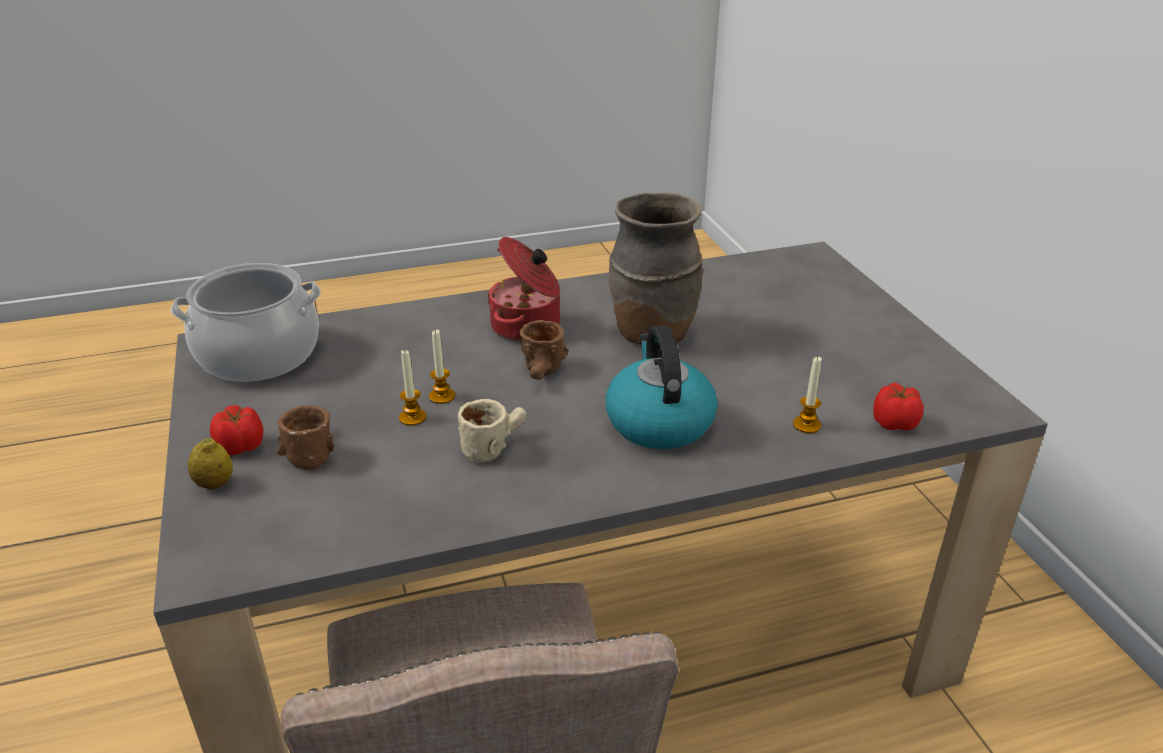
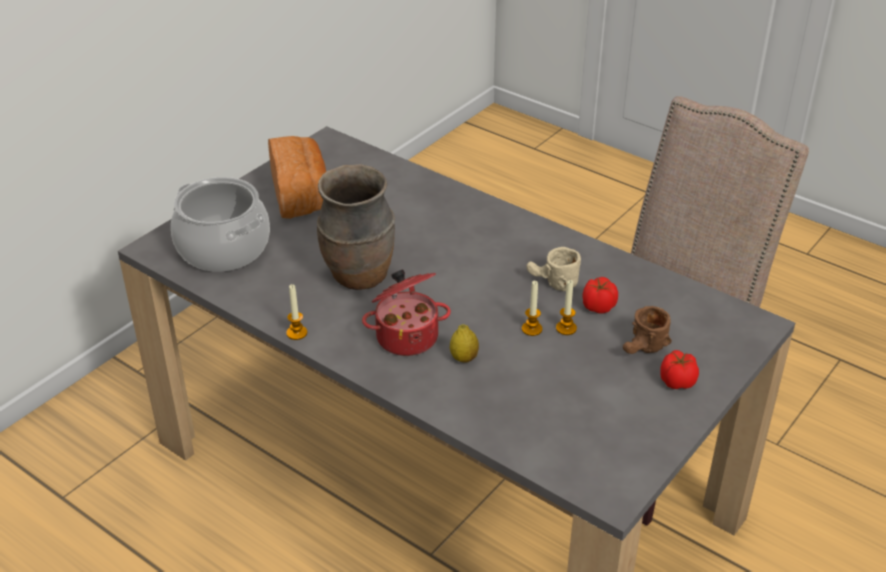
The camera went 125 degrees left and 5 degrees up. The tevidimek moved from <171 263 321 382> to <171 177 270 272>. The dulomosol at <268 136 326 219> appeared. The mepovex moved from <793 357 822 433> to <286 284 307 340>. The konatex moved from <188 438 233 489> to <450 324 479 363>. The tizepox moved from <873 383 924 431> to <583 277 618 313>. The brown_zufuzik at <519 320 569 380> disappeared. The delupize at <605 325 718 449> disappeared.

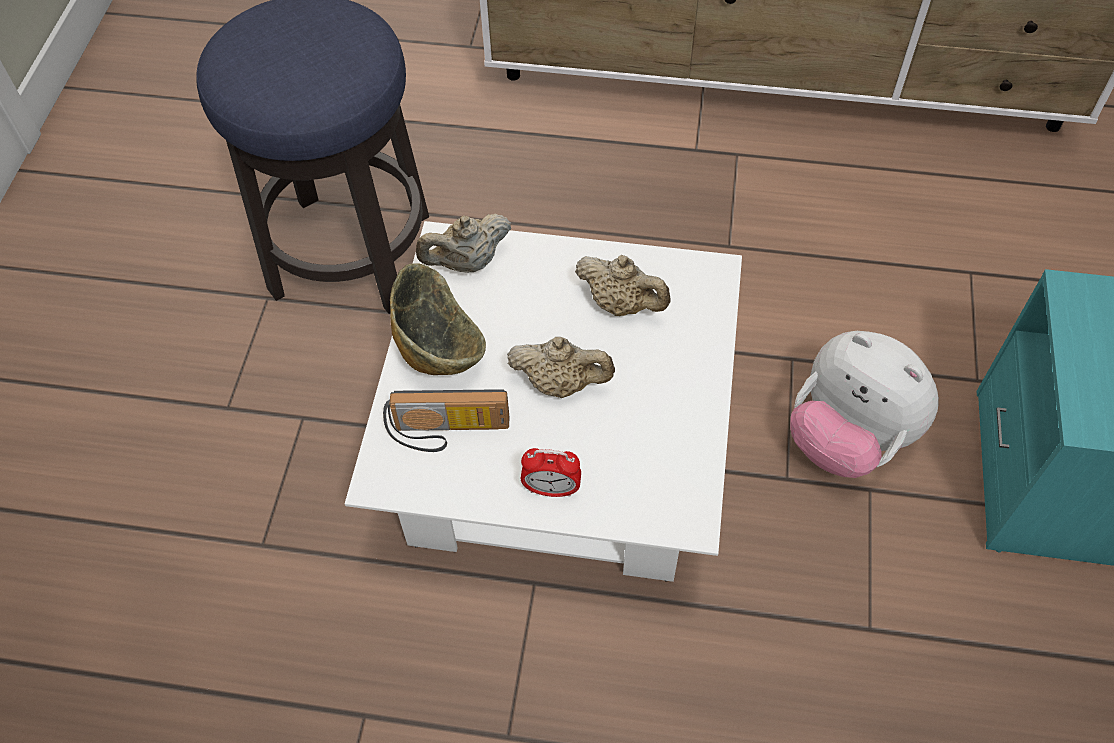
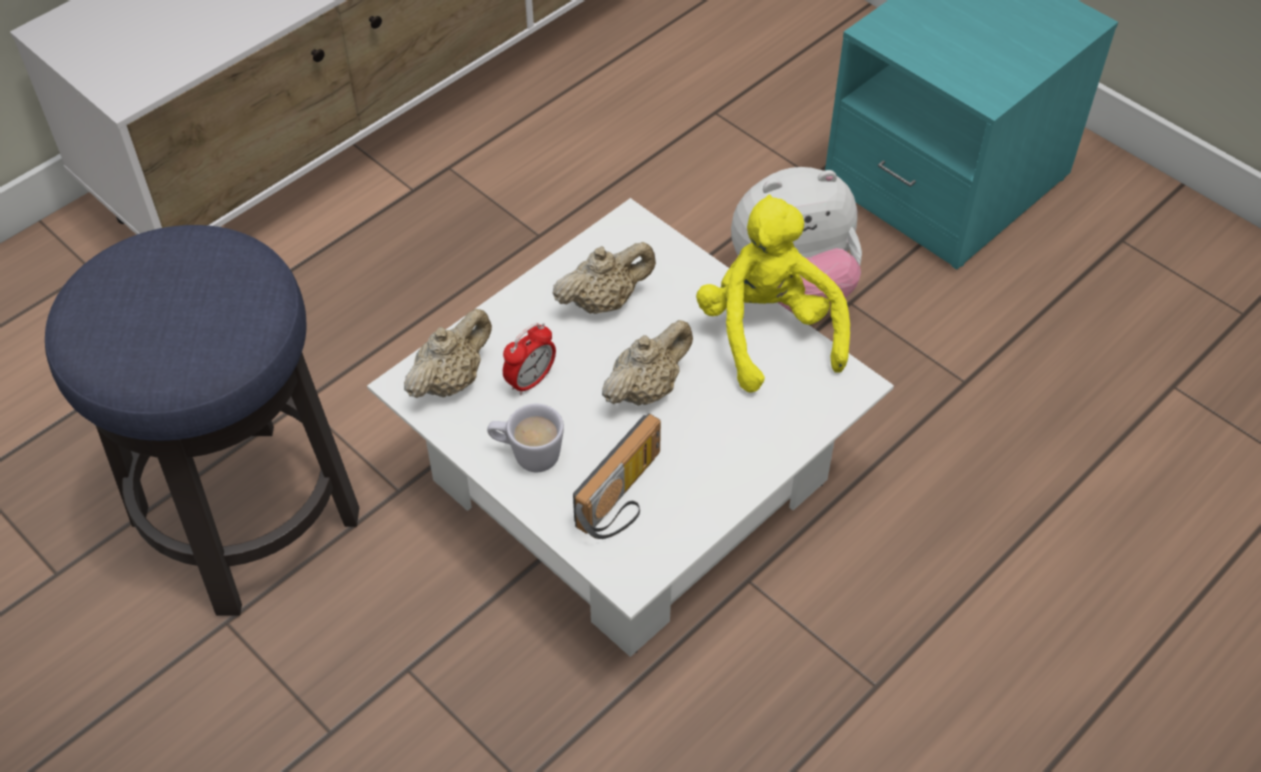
The camera went 55 degrees left and 5 degrees down. The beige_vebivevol at <416 213 511 272> turned 150 degrees counterclockwise. The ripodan at <390 264 486 375> was replaced by the white_zufuzik at <487 403 564 472>. The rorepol moved from <521 448 581 497> to <503 323 556 396>. The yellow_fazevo at <696 194 850 393> appeared.

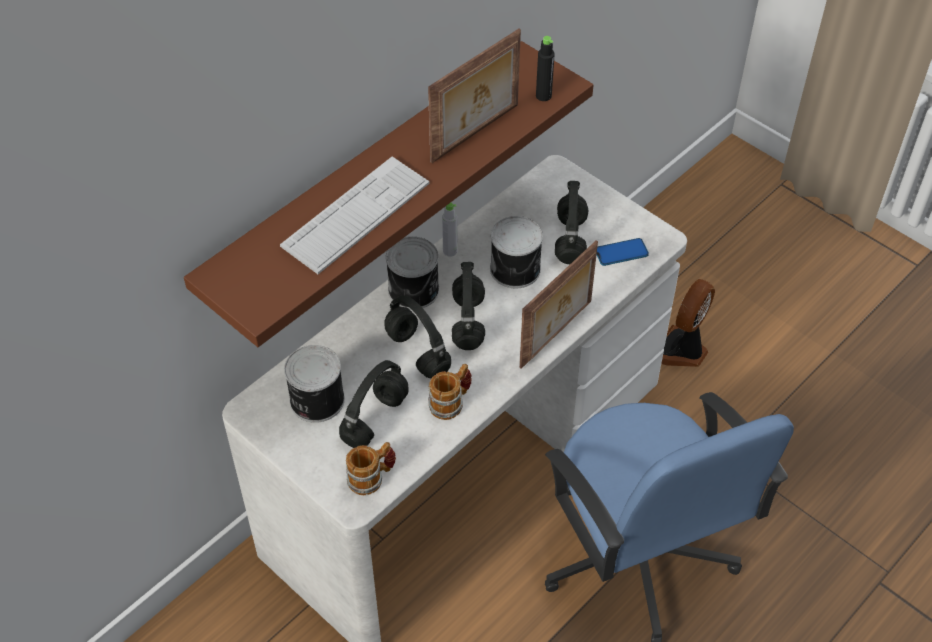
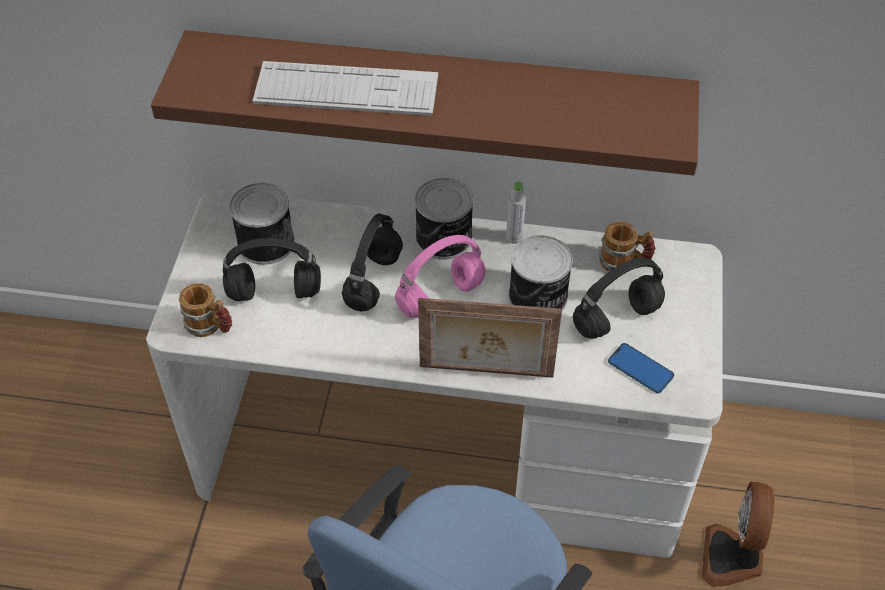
The camera went 55 degrees right and 0 degrees up. The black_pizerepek at <452 262 485 350> became the pink_pizerepek at <395 235 486 318>. The zufuzik moved from <428 364 472 420> to <598 222 655 271>. The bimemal at <661 279 715 367> turned 75 degrees counterclockwise. The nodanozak at <428 29 521 163> disappeared. The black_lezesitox at <536 36 555 101> disappeared.

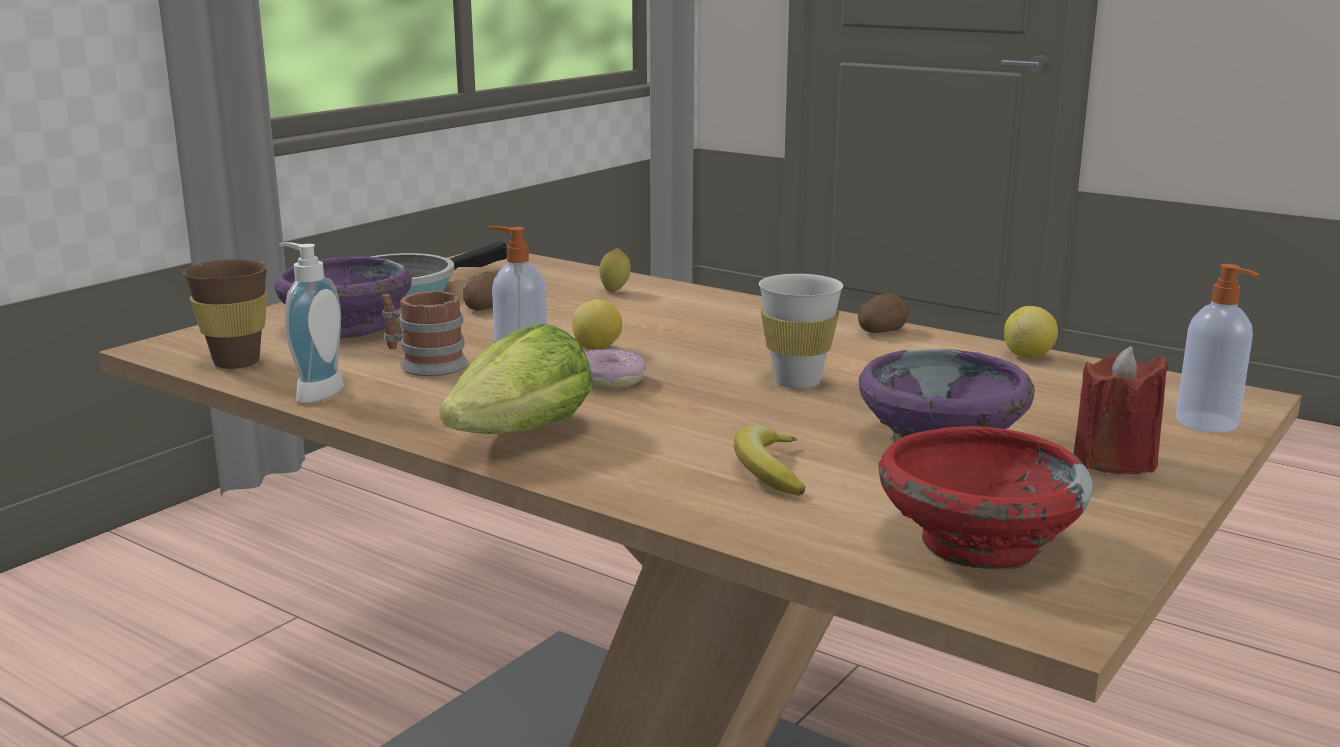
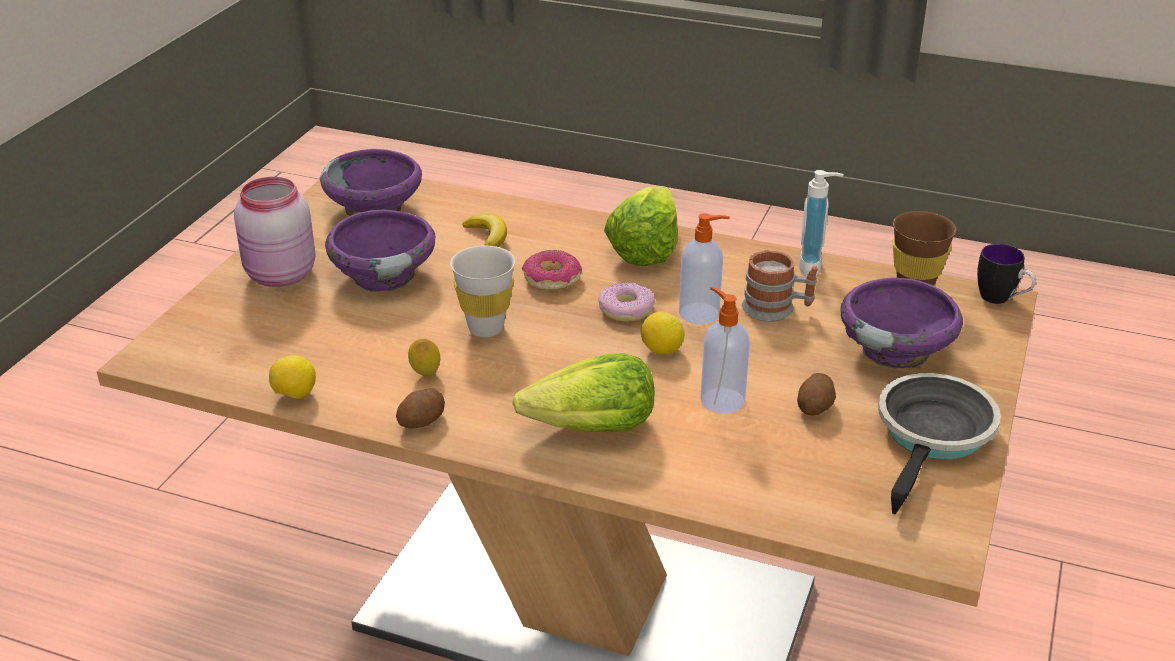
The camera went 165 degrees right and 15 degrees up. The red_mepovex at <1074 346 1168 475> was replaced by the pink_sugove at <234 177 315 287>. The red_ripodan at <878 426 1093 570> became the purple_ripodan at <320 149 422 216>. The konatex moved from <599 248 631 292> to <408 339 440 377>. The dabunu at <512 353 655 432> appeared. The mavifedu at <522 250 582 290> appeared. The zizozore moved from <1176 264 1260 433> to <700 287 750 414>. The zufuzik at <977 244 1036 304> appeared.

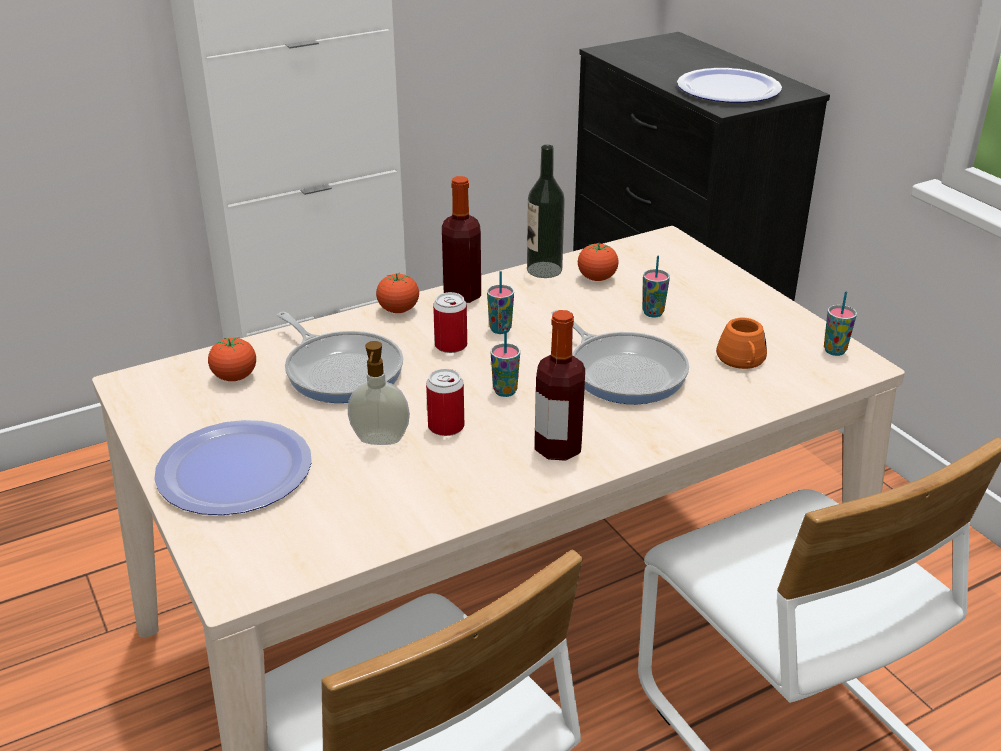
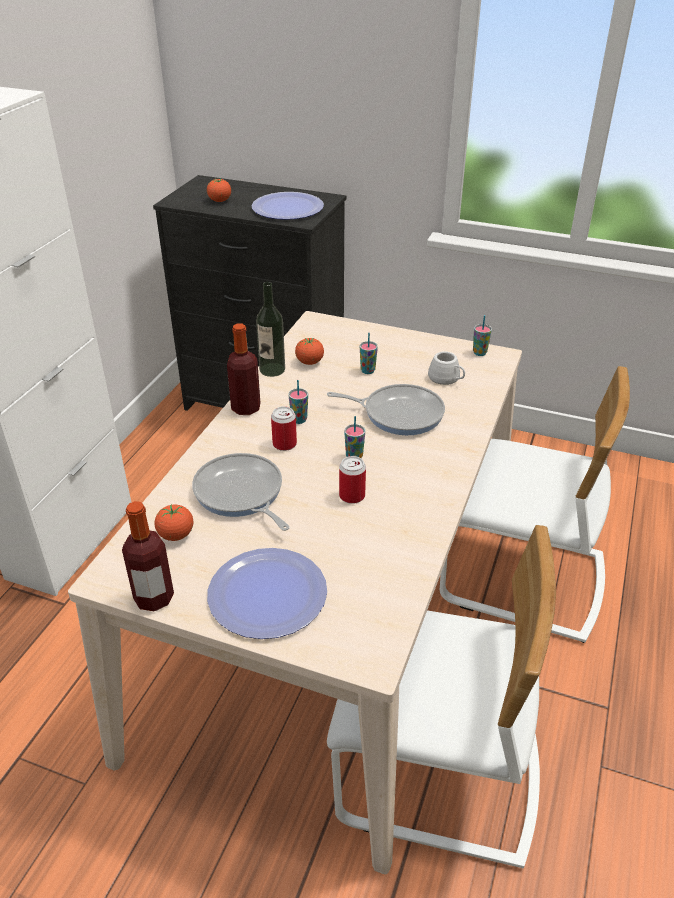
The camera went 40 degrees left and 5 degrees up. The lezesitox moved from <535 310 585 461> to <122 501 174 612>. The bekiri at <277 312 403 403> turned 135 degrees counterclockwise. The tizepox moved from <376 273 419 313> to <207 179 231 202>. The orange_zufuzik at <716 318 767 369> became the white_zufuzik at <428 351 465 385>. The zizozore at <348 341 410 445> disappeared.

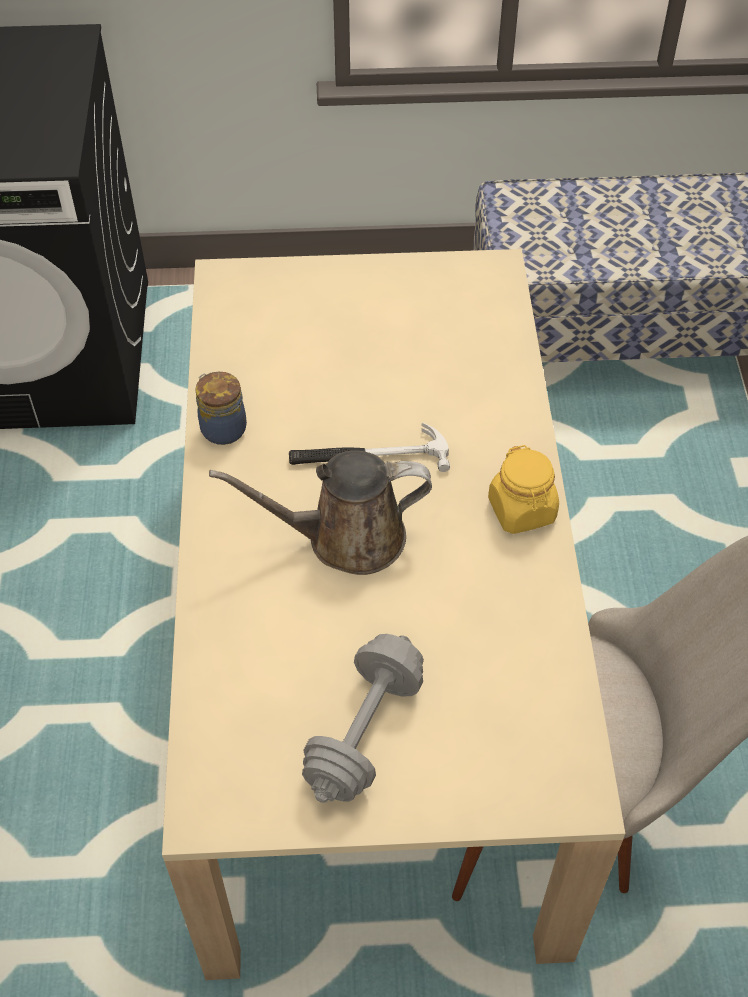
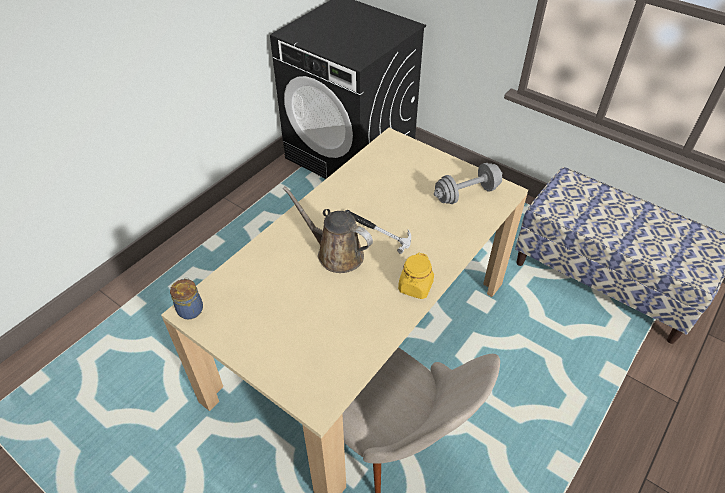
The camera went 40 degrees right and 5 degrees down. The sugove moved from <195 372 247 445> to <170 278 203 319>. The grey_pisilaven moved from <302 634 424 803> to <434 163 503 204>.

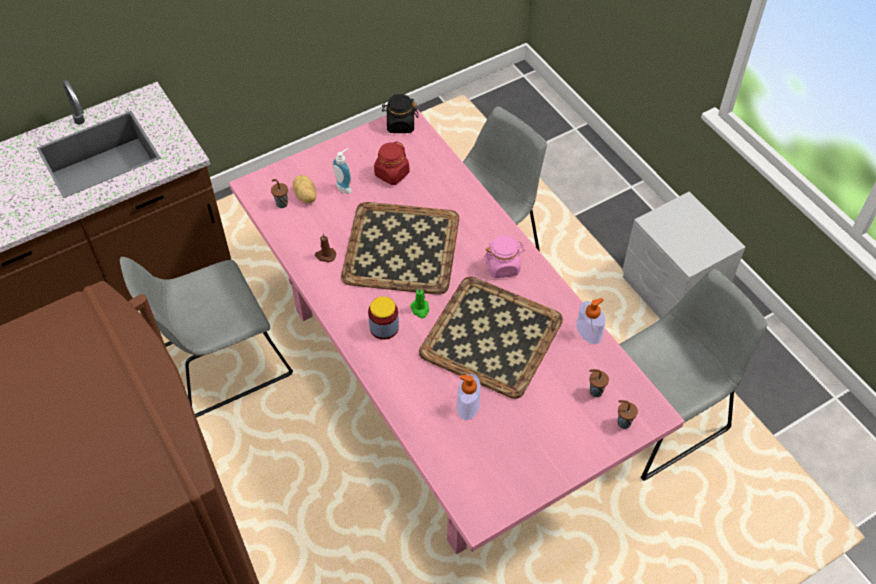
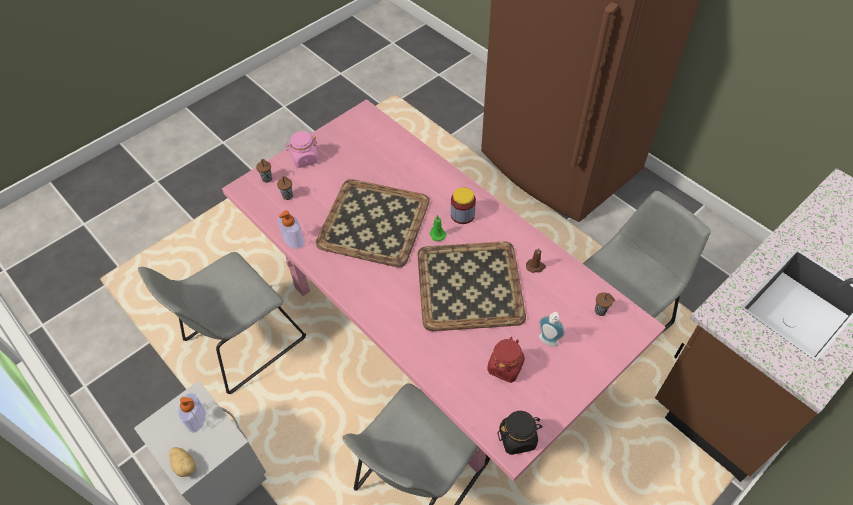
The camera went 170 degrees right and 0 degrees up. The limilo moved from <293 175 316 203> to <169 447 196 477>. The zizozore moved from <457 374 481 420> to <178 393 206 433>. The pink_sugove moved from <484 235 525 278> to <285 131 320 168>.

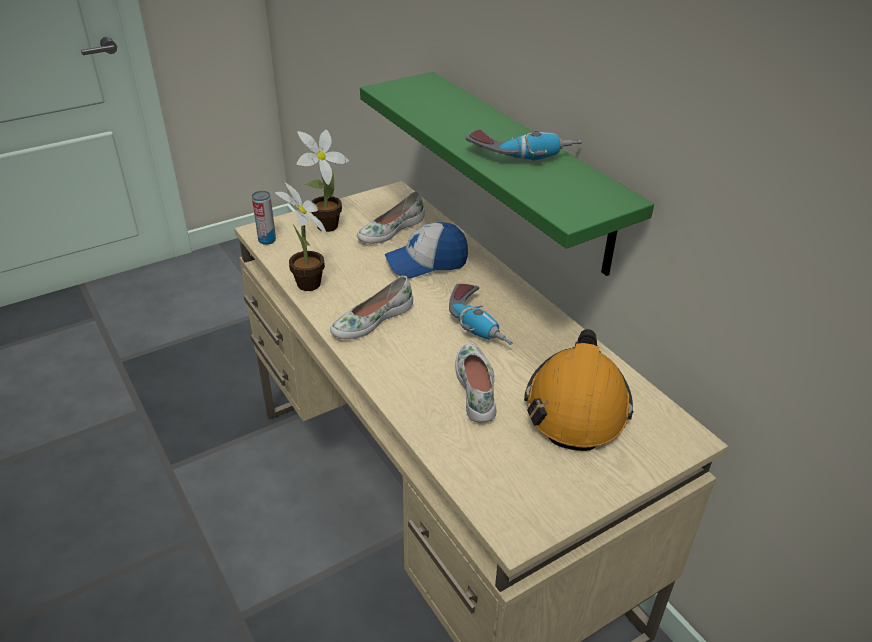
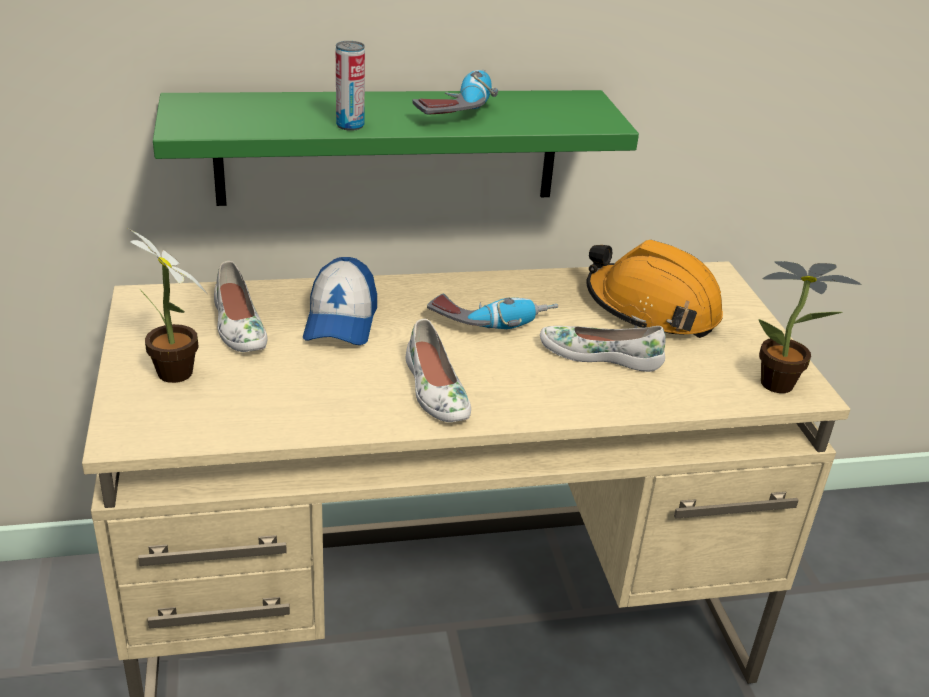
The camera went 70 degrees left and 5 degrees down. The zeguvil moved from <252 191 276 245> to <336 41 365 131>. The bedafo moved from <275 182 327 291> to <758 261 862 393>.

